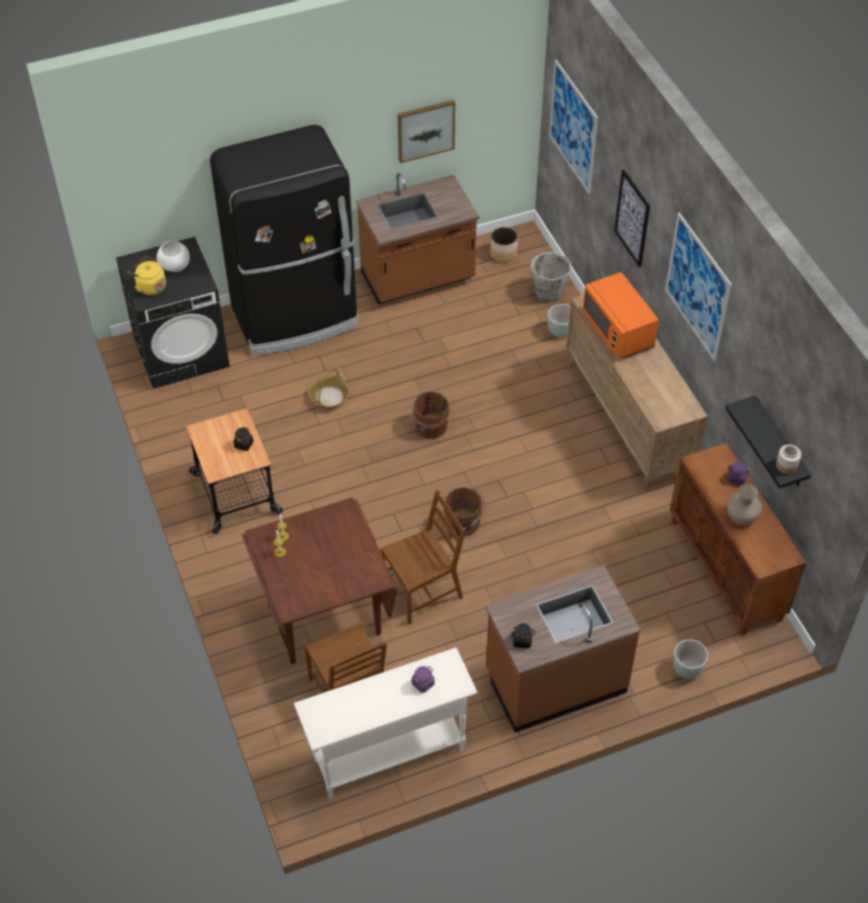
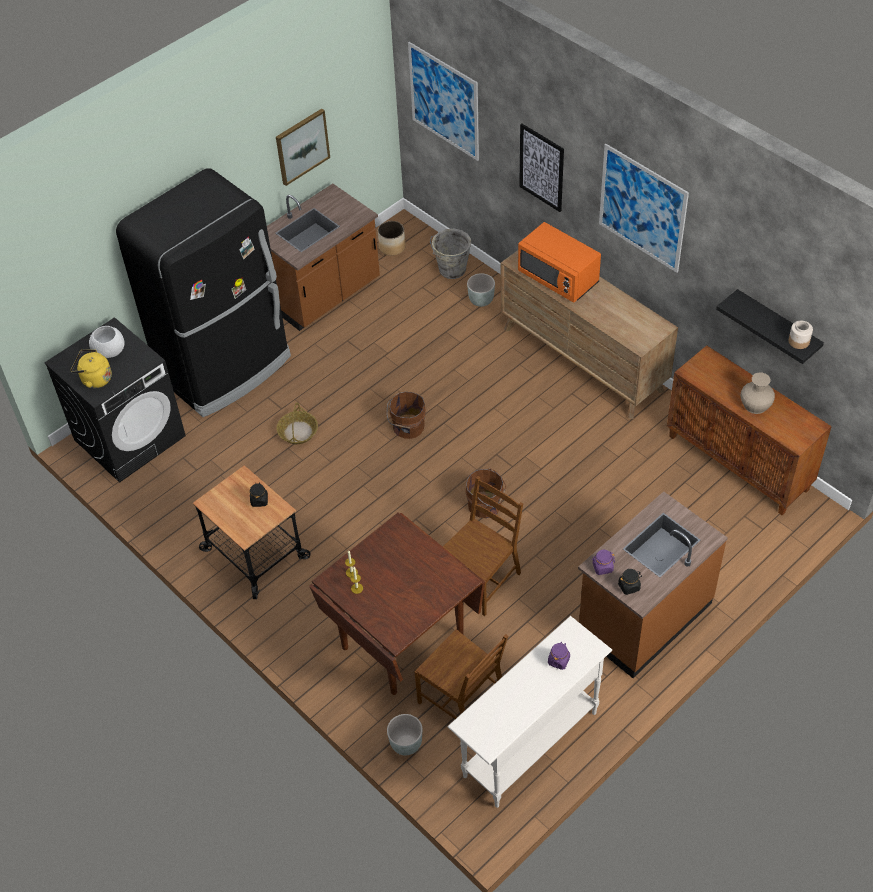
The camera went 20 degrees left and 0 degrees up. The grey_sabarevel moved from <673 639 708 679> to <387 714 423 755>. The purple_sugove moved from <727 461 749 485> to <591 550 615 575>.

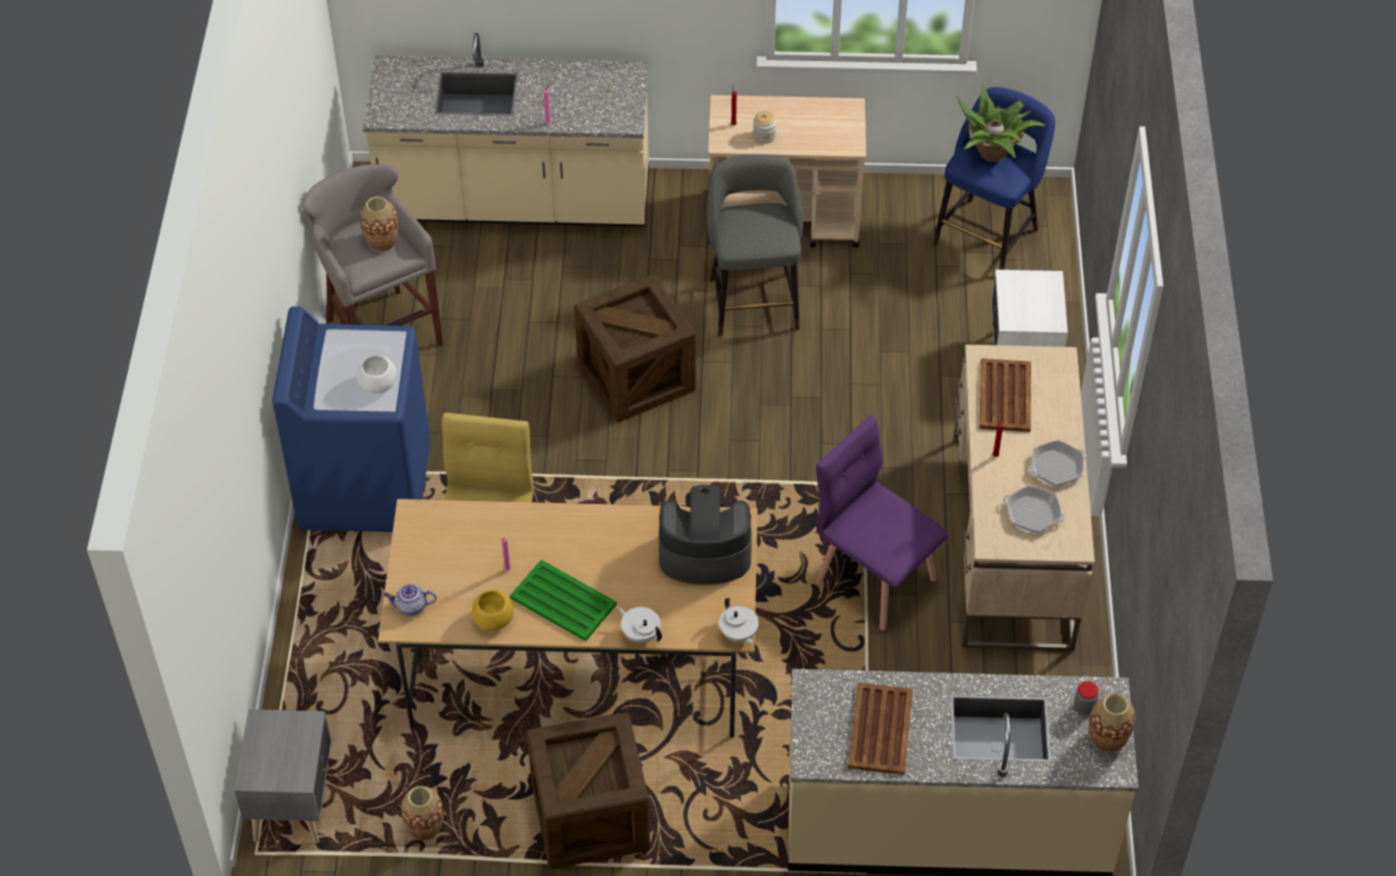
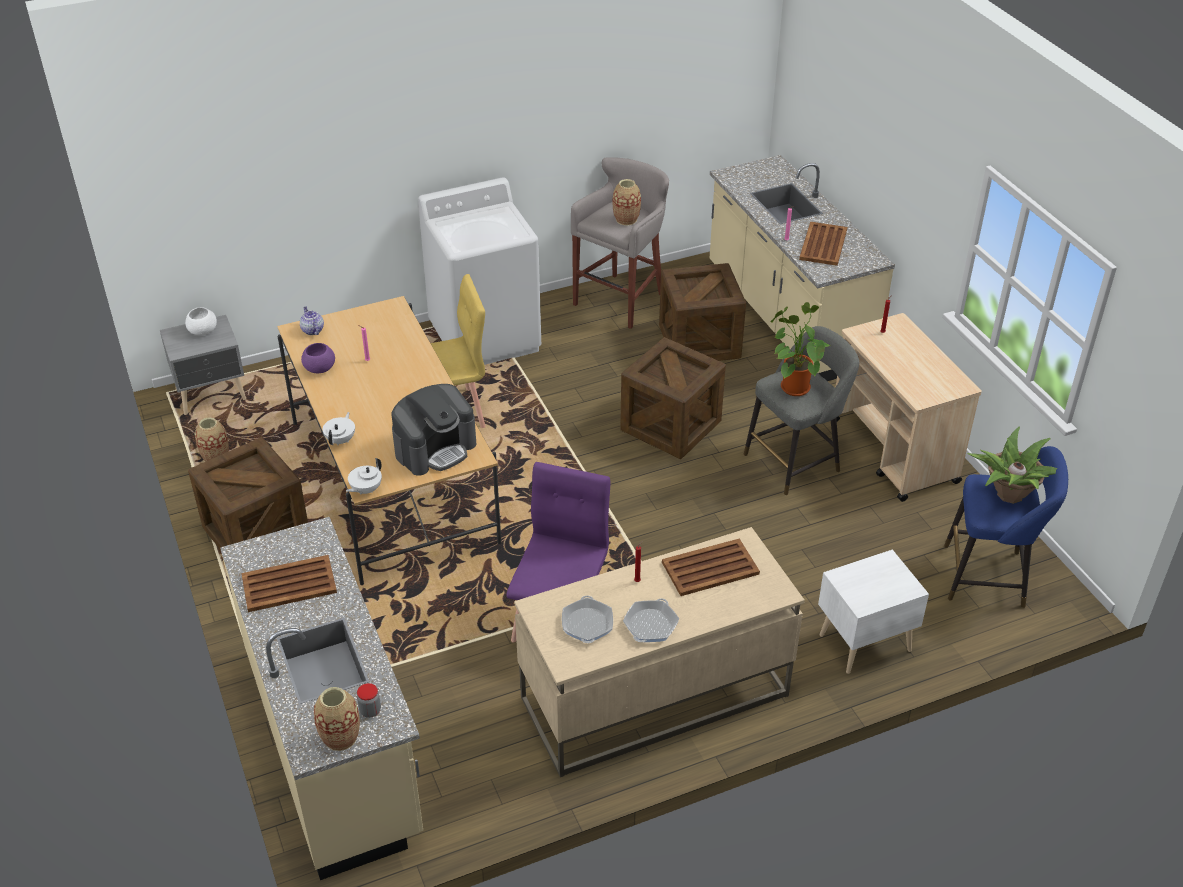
The camera went 65 degrees right and 10 degrees down. The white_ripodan moved from <356 355 397 394> to <185 307 217 335>. The yellow_ripodan at <472 590 514 631> became the purple_ripodan at <301 343 335 373>. The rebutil at <659 485 752 584> turned 75 degrees clockwise. The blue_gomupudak at <272 306 430 532> became the white_gomupudak at <418 177 541 365>. The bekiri at <1028 440 1087 487> turned 75 degrees clockwise. The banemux at <659 263 746 361> appeared. The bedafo at <771 302 830 396> appeared. The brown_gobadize at <799 222 847 266> appeared. The green_gobadize at <510 560 617 641> disappeared. The sugove at <753 111 776 144> disappeared.

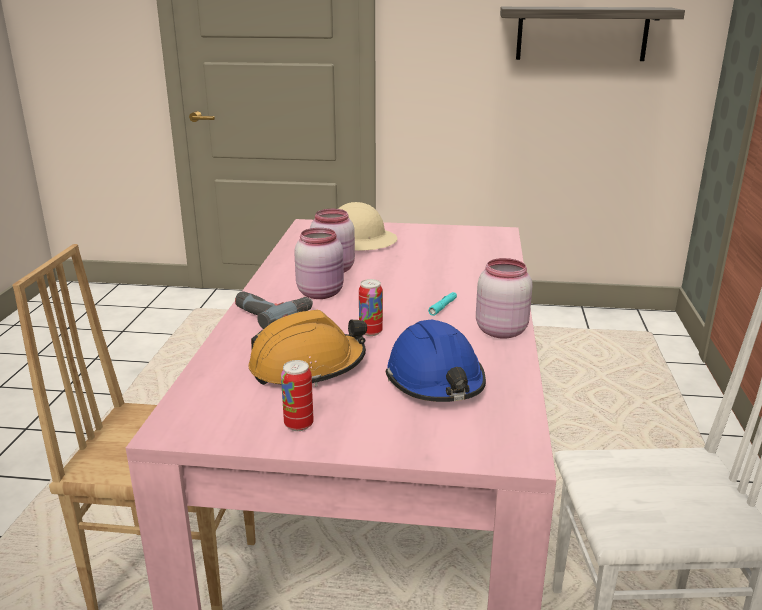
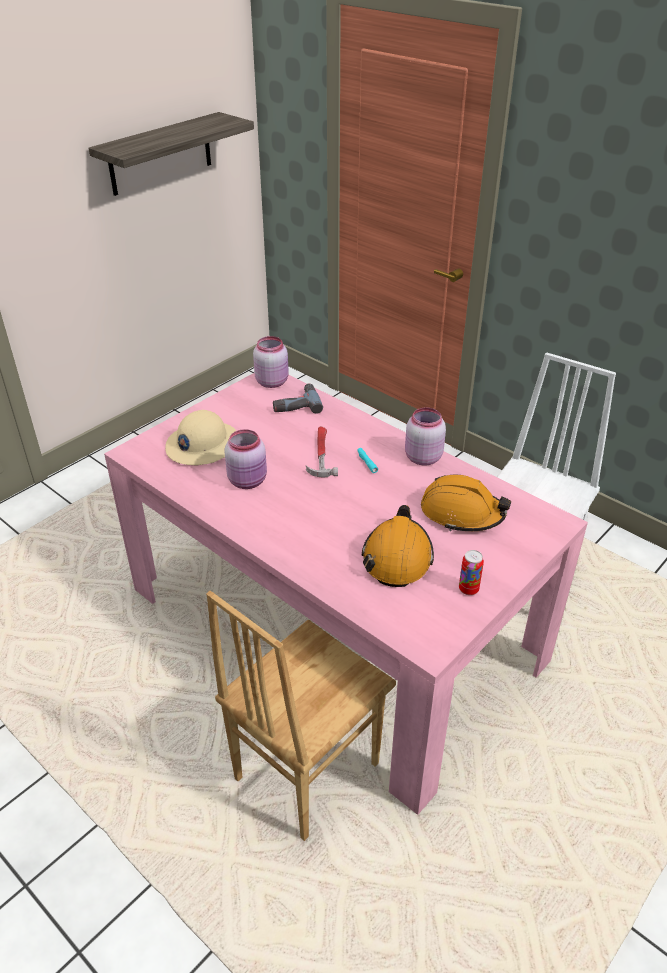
The camera went 55 degrees left and 15 degrees up. The pink_sugove moved from <294 228 344 299> to <253 336 289 388>. The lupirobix moved from <235 291 313 329> to <273 383 323 414>. The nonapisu at <306 426 338 477> appeared. The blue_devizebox at <386 320 486 402> became the orange_devizebox at <421 475 511 531>. The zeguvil at <359 279 383 336> disappeared.

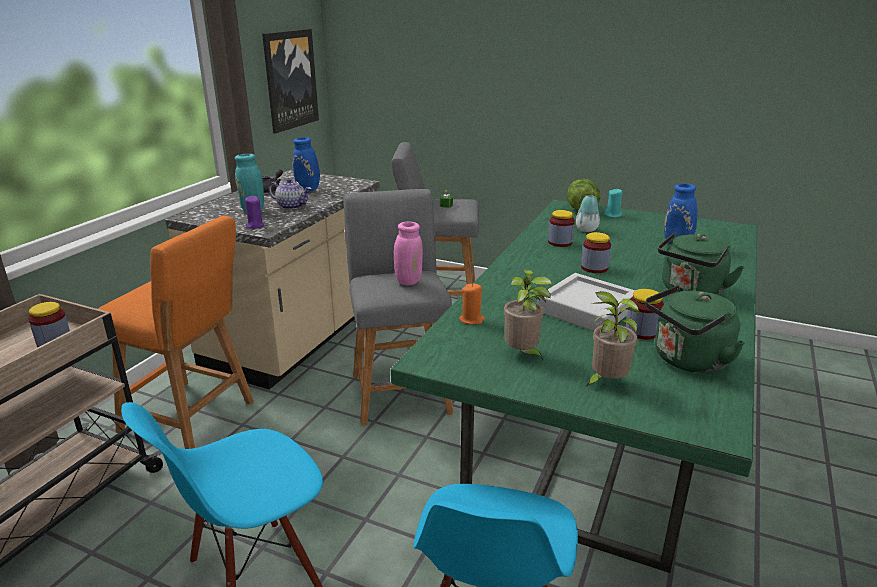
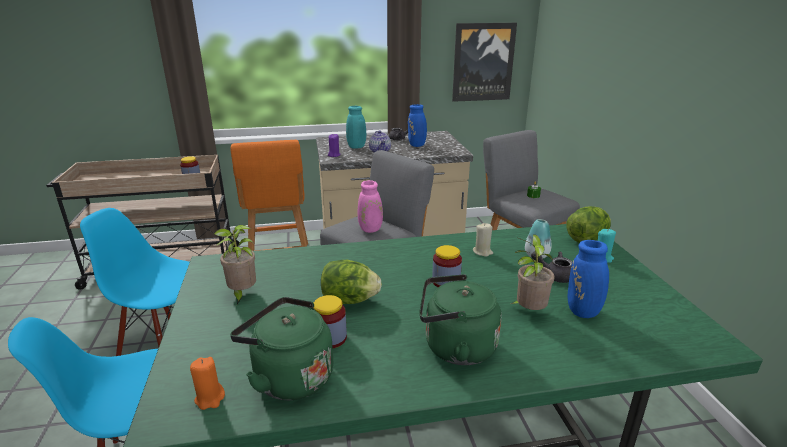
The camera went 55 degrees right and 0 degrees up. The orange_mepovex moved from <459 283 485 325> to <190 357 225 410>. The grey_gobadize at <537 273 635 331> was replaced by the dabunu at <321 260 382 304>. The sugove at <548 210 575 247> was replaced by the beige_mepovex at <473 223 493 257>. The bedafo moved from <585 291 640 387> to <511 234 554 310>. The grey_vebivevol at <531 251 573 283> appeared.

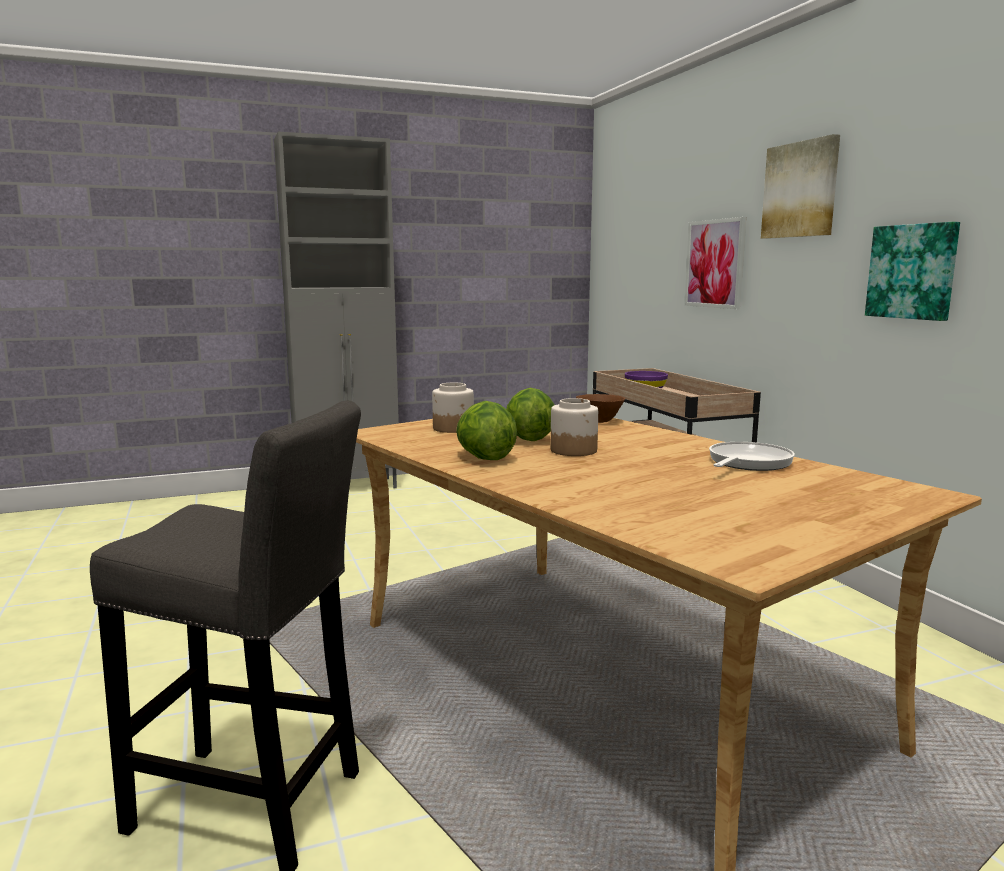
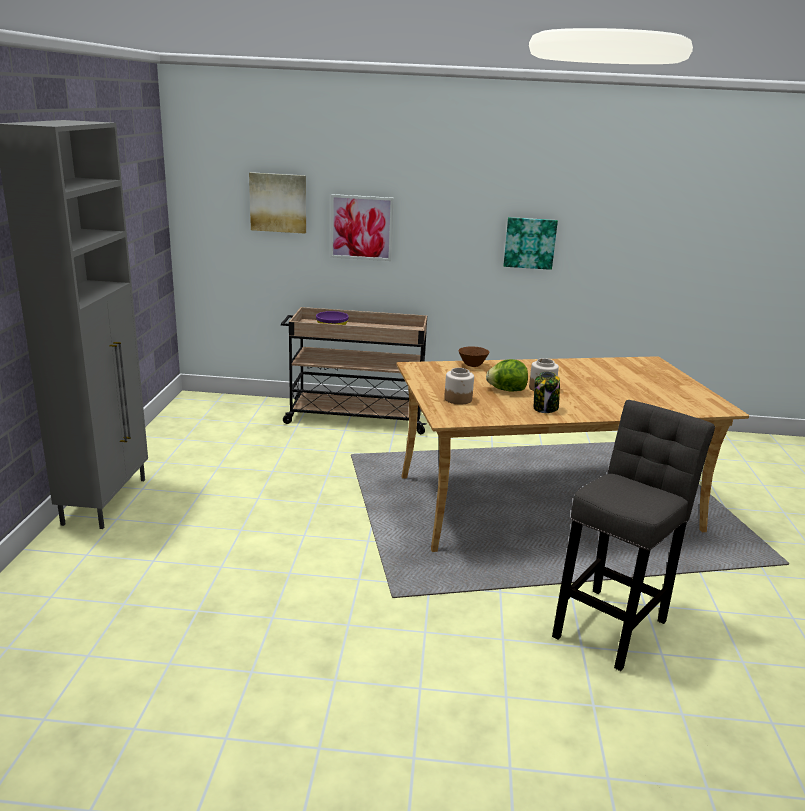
The camera went 65 degrees left and 10 degrees up. The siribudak moved from <761 134 840 239> to <249 172 306 234>. The dabunu at <456 401 517 460> was replaced by the sugove at <534 371 560 413>. The bekiri at <709 442 795 471> disappeared.

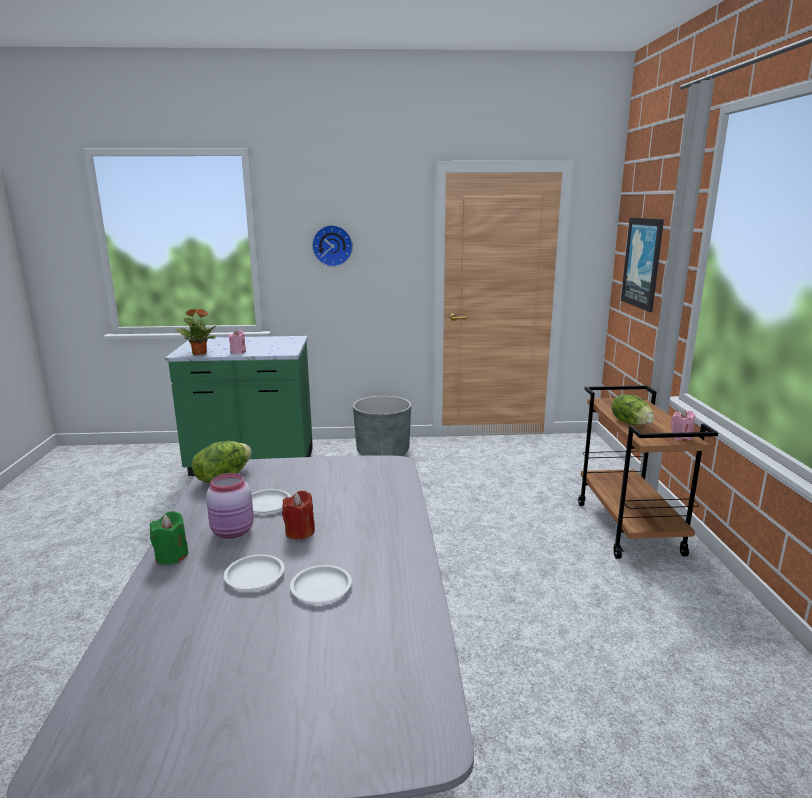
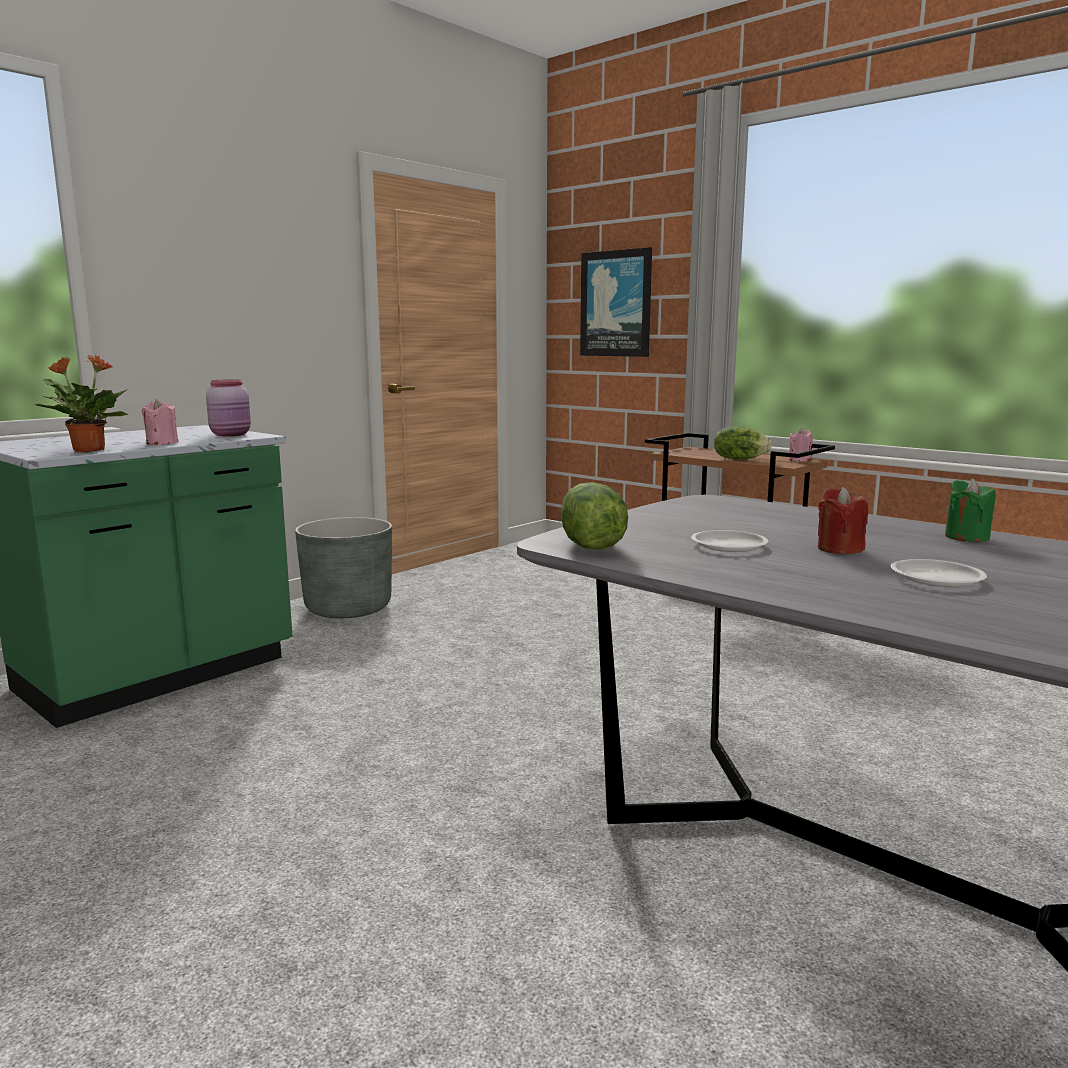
The camera went 45 degrees left and 5 degrees down. The pink_sugove moved from <206 473 254 539> to <206 380 251 436>. The green_mepovex moved from <150 511 188 565> to <945 479 995 542>. The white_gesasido at <290 565 352 602> disappeared. The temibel at <312 225 353 267> disappeared.

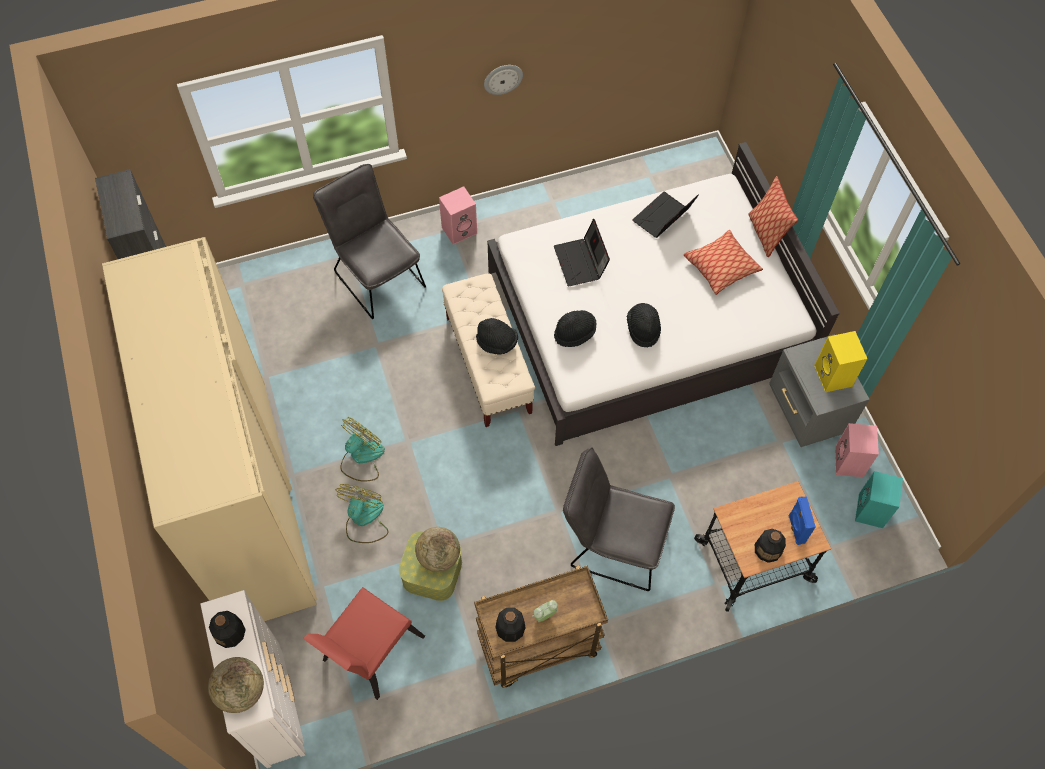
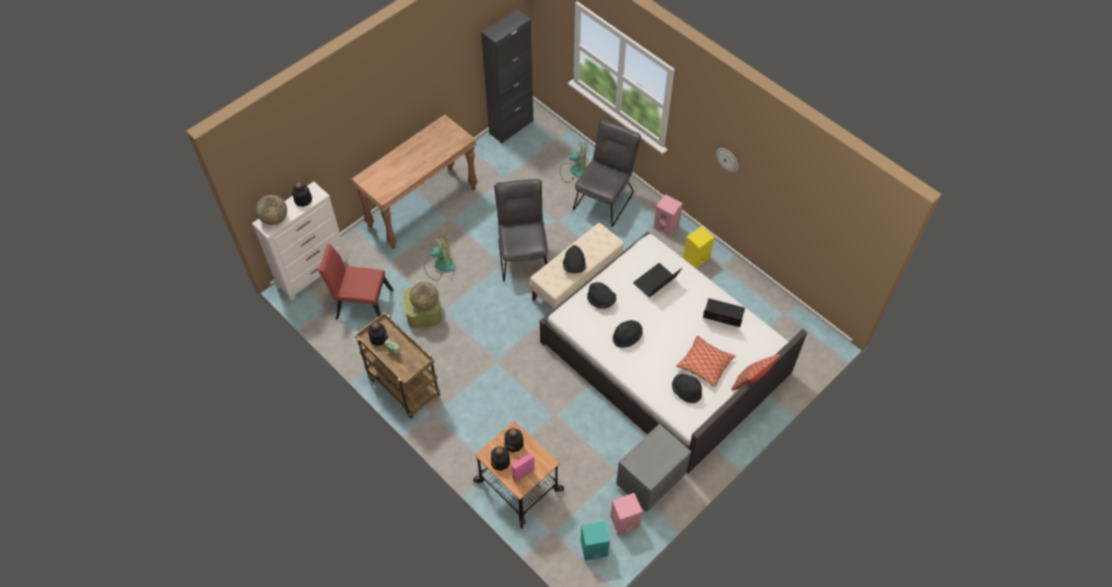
The camera went 65 degrees right and 5 degrees down. The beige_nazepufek at <102 237 318 621> was replaced by the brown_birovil at <351 115 478 249>. The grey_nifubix moved from <563 447 675 591> to <494 179 548 281>. The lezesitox at <504 428 524 453> appeared. The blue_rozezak at <788 496 816 545> became the pink_rozezak at <511 452 535 482>. The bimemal moved from <340 417 385 481> to <560 142 589 183>. The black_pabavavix at <672 374 702 403> appeared. The yellow_rozezak moved from <814 331 867 392> to <683 226 714 268>.

